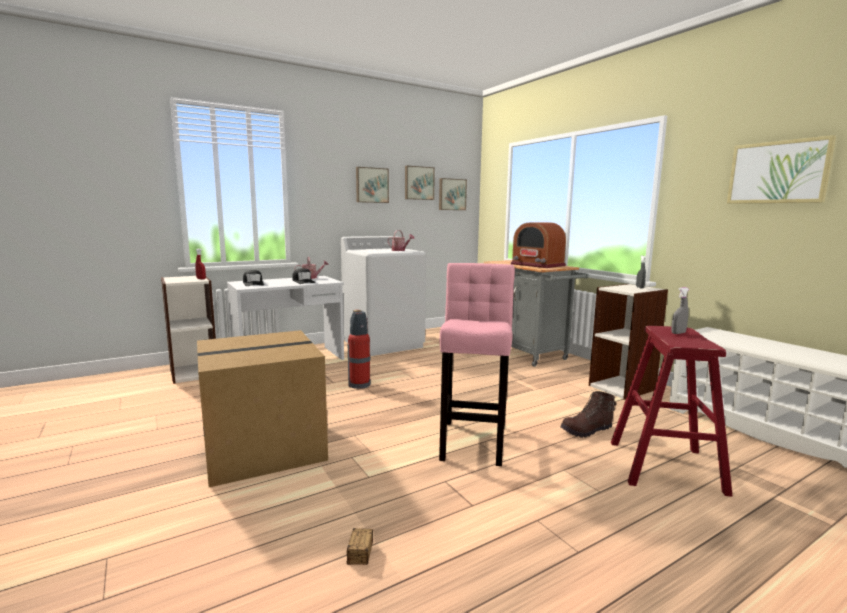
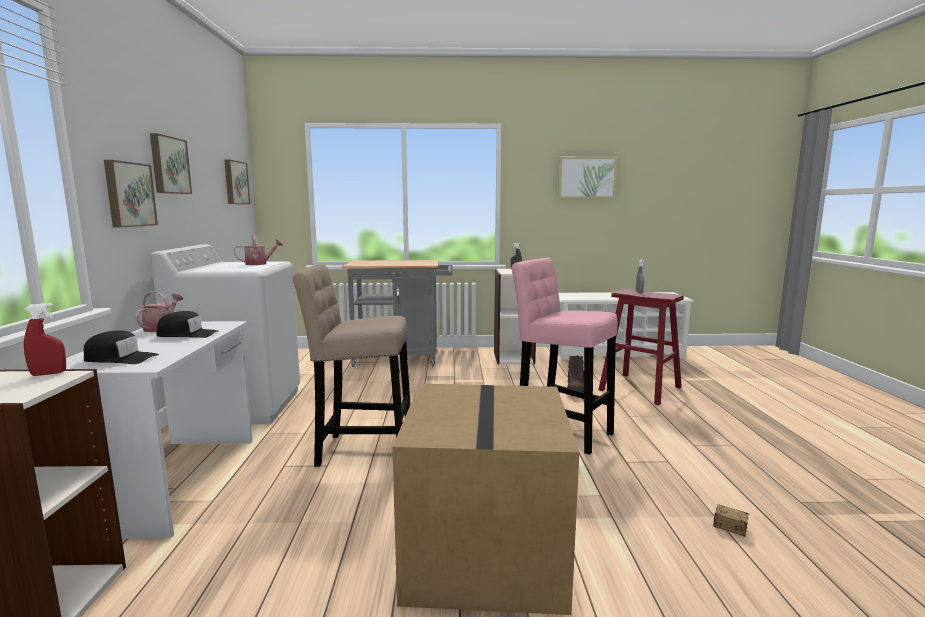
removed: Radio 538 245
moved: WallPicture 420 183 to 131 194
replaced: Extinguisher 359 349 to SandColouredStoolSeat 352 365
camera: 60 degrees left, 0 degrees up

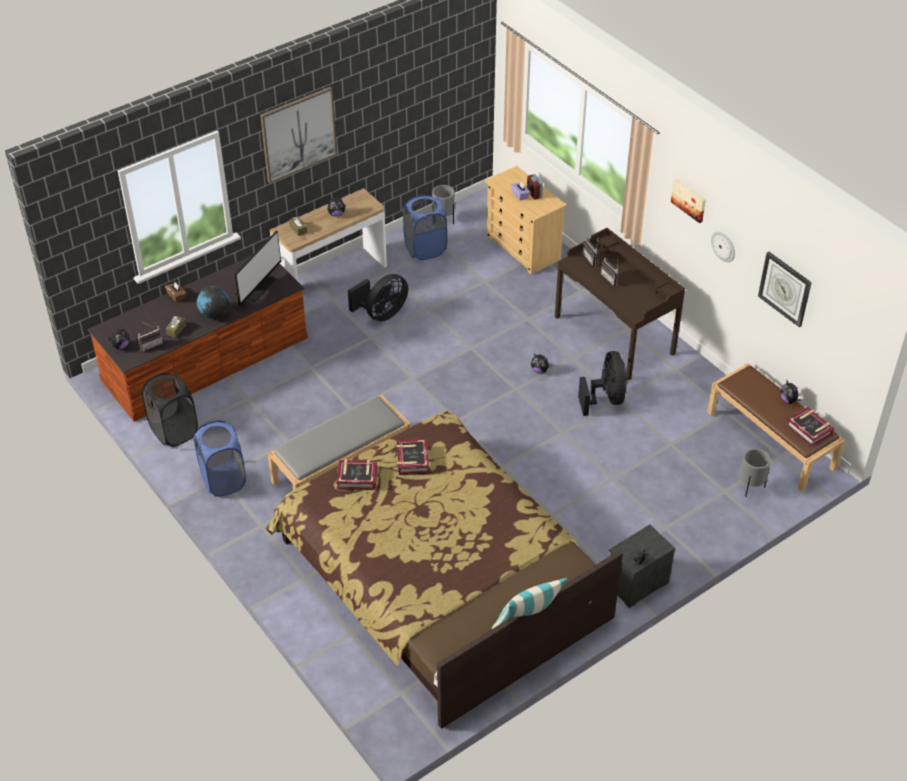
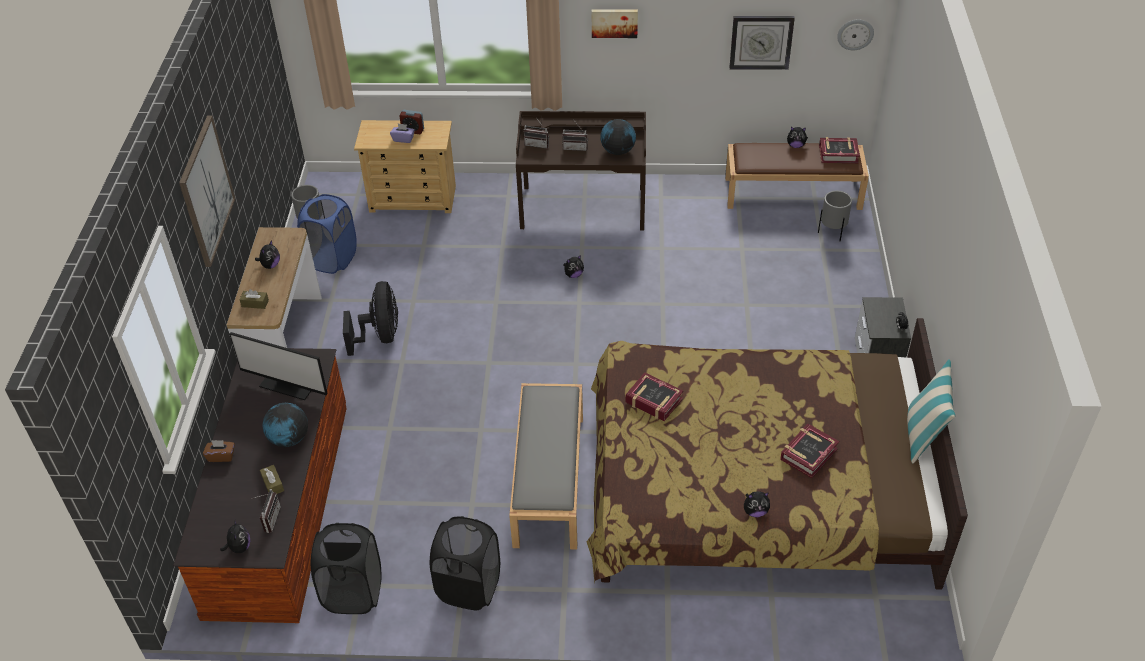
removed: BlackElectricFan 602 383
added: DeskGlobe 618 137; SoftToy 757 504
moved: Book 356 474 to 809 450; HangingClock 723 246 to 855 35
recoloured: BlueColouredHamper 220 458 to BlackHamper 465 563
turned: ComputerScreen 257 268 = 278 366 135 degrees clockwise
camera: 50 degrees left, 0 degrees up

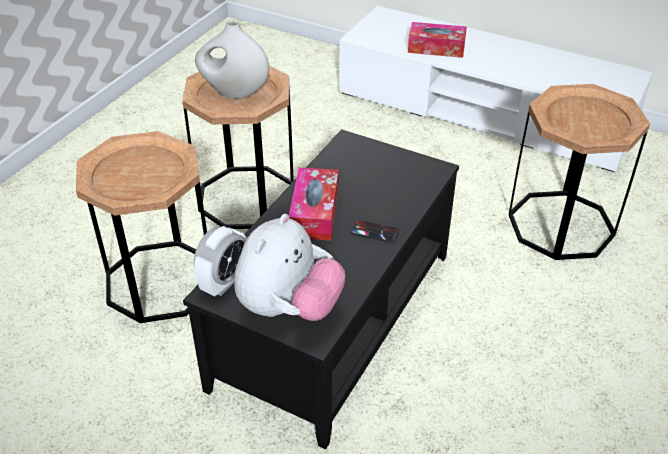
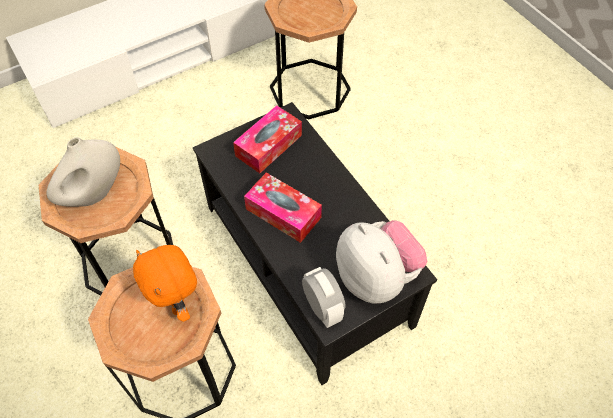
removed: Phone 375 231
added: OrangeColouredSoftToy 165 283
moved: BoxOfTissues 437 40 to 267 139
camera: 60 degrees left, 15 degrees up

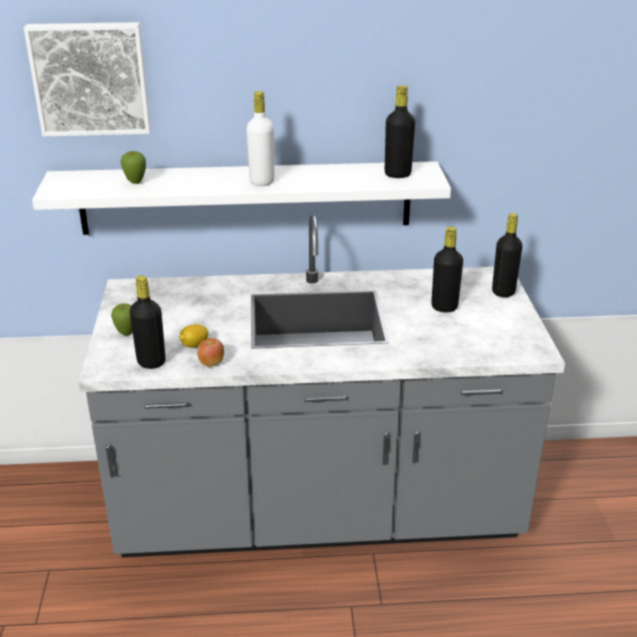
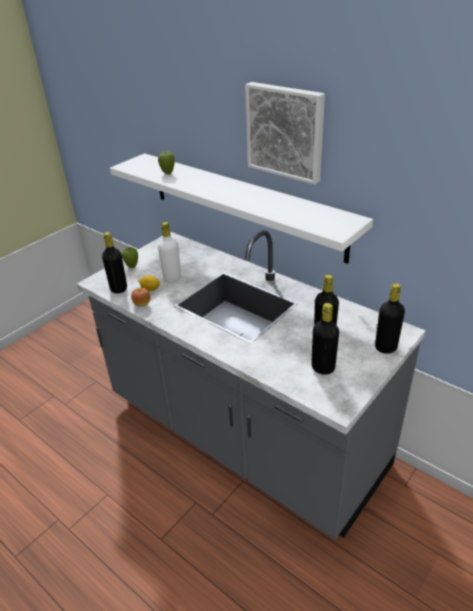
moved: WallPicture 87 79 to 285 133; WhitishBottle 260 138 to 169 252; BlackBottle 400 131 to 325 339
camera: 45 degrees right, 5 degrees up

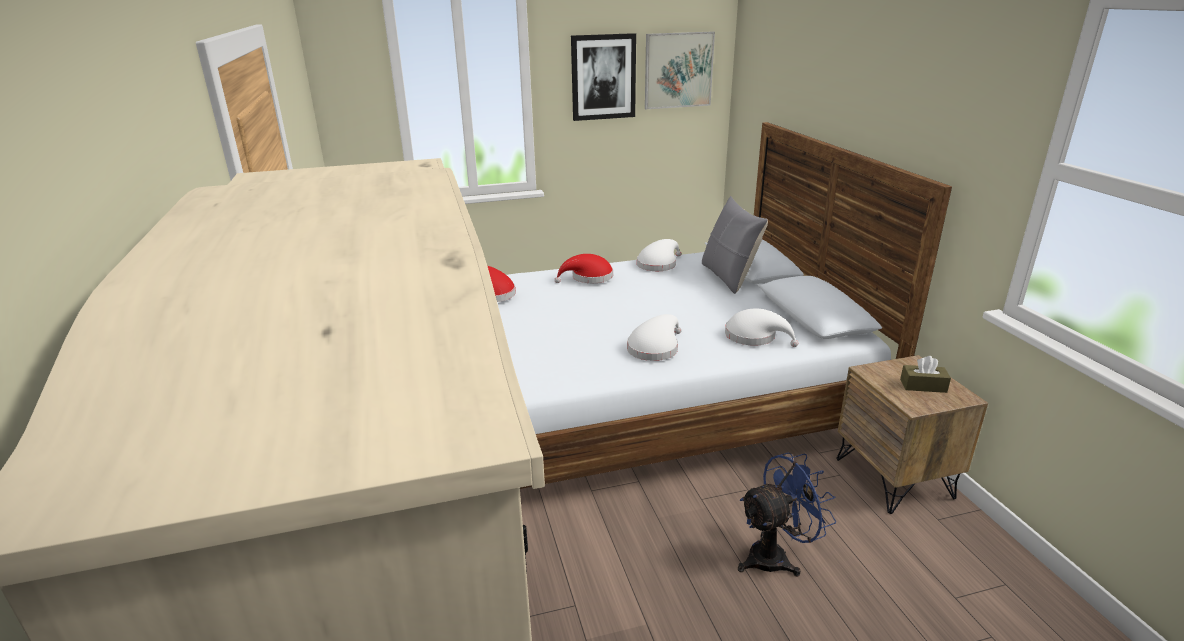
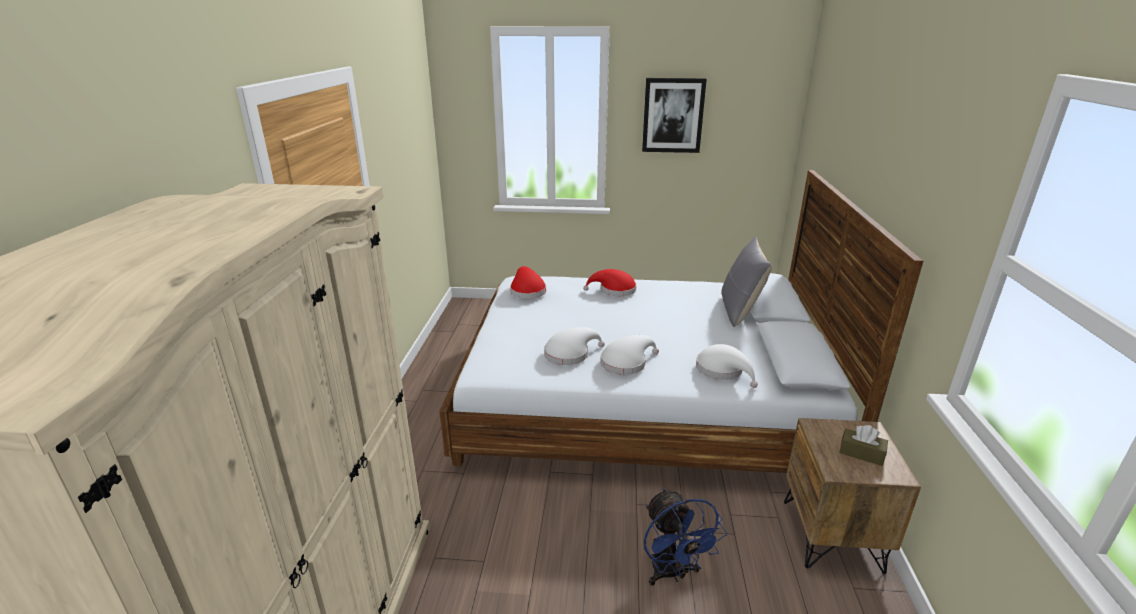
removed: WallPicture 680 70
moved: WhitishClothingHat 659 255 to 574 346
turned: BlueColouredElectricFan 787 514 = 685 536 75 degrees clockwise
camera: 20 degrees right, 0 degrees up

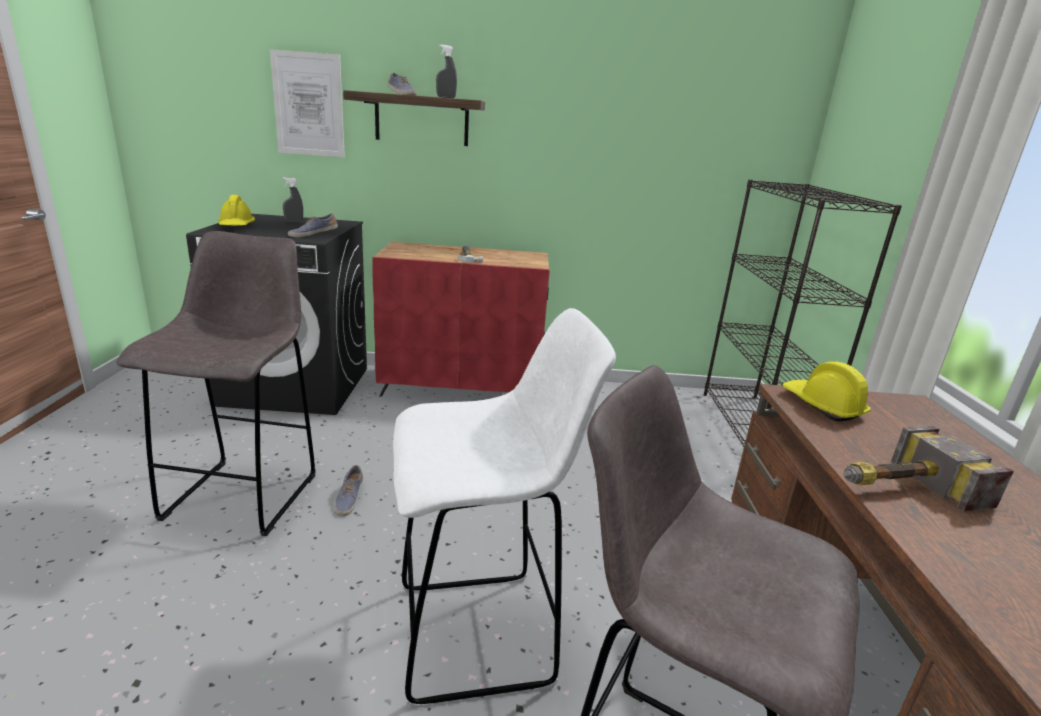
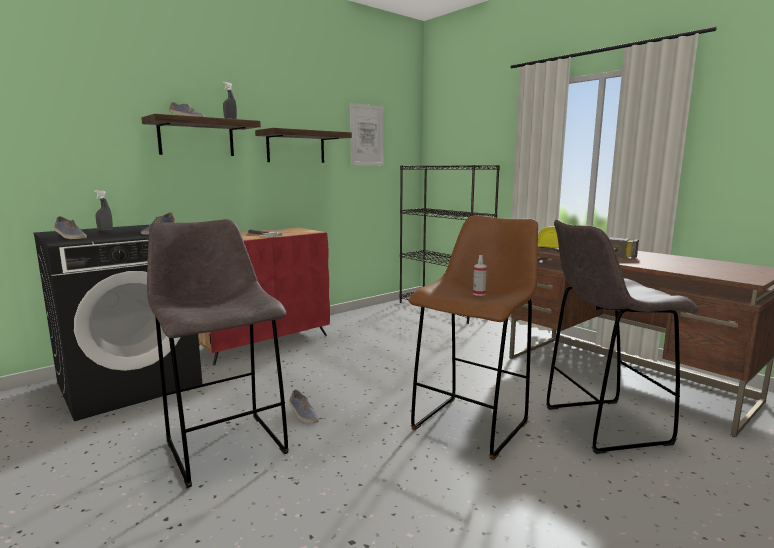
added: Shelf 303 145; Sprayer 480 275
moved: WallPicture 307 103 to 367 134
replaced: YellowishWorkHelmet 236 210 to LowShoe 70 227
recoloured: WhitishStoolSeat 504 508 to BrownishStoolSeat 473 337
camera: 40 degrees left, 10 degrees down

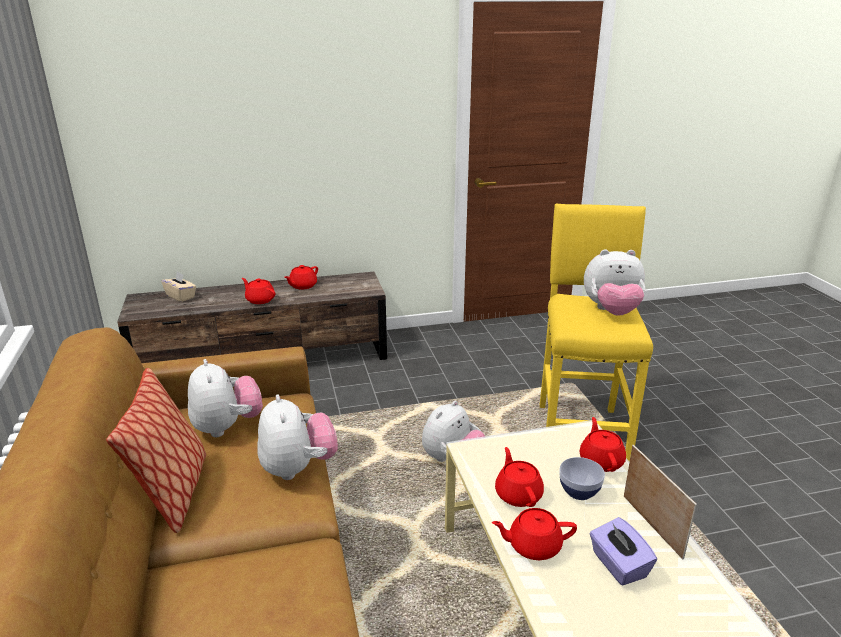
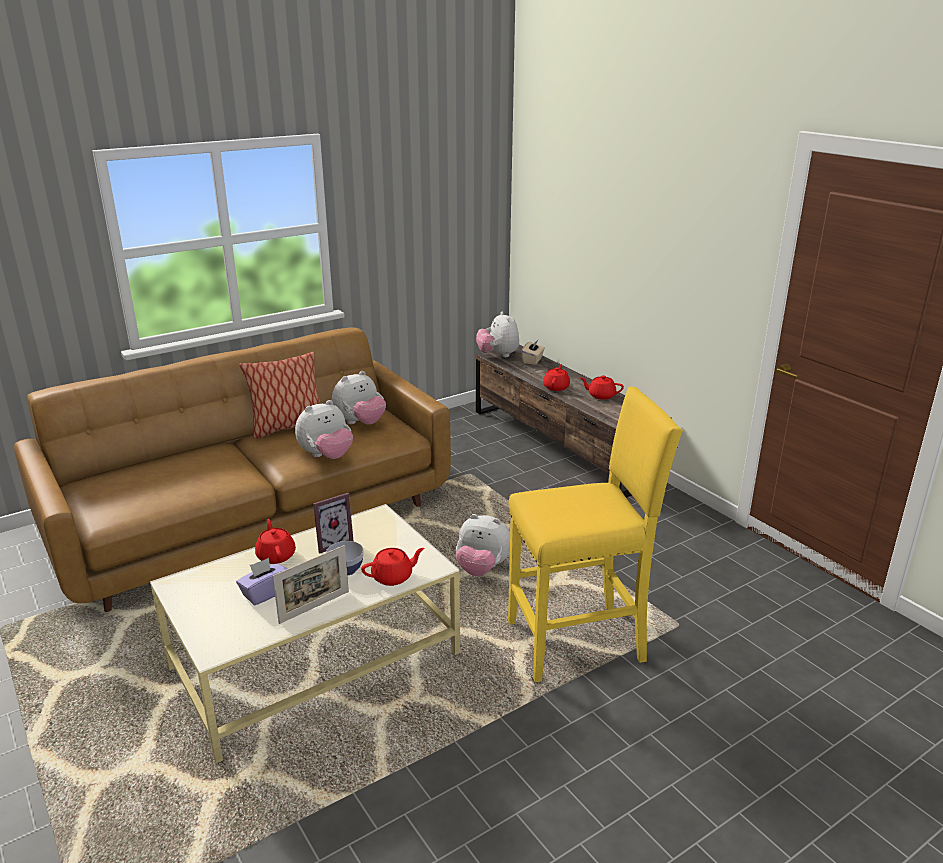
moved: SoftToy 615 282 to 497 334
replaced: RedColouredTeaPot 519 477 to PictureFrame 333 523
camera: 70 degrees right, 0 degrees up

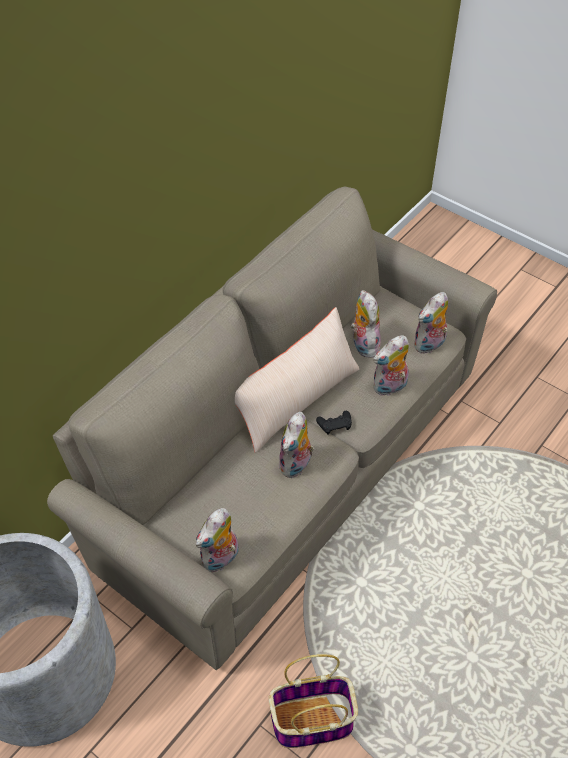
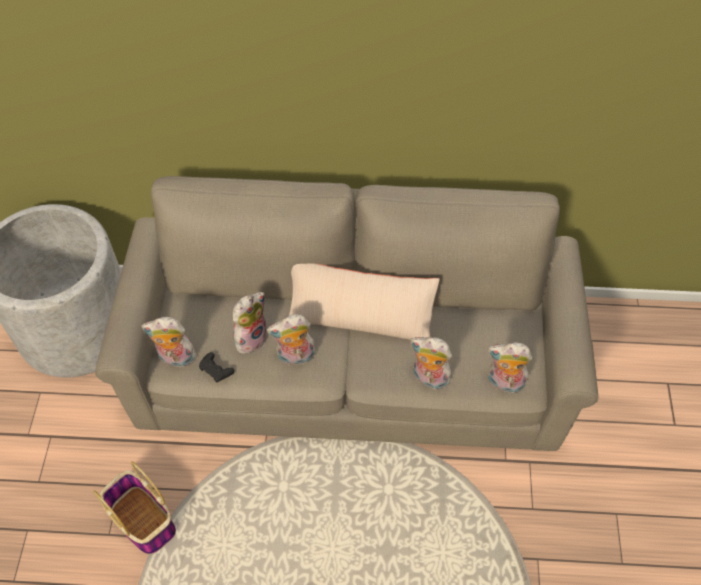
moved: BlackGameController 334 423 to 217 367; SoftToy 365 324 to 250 324
camera: 55 degrees right, 5 degrees up

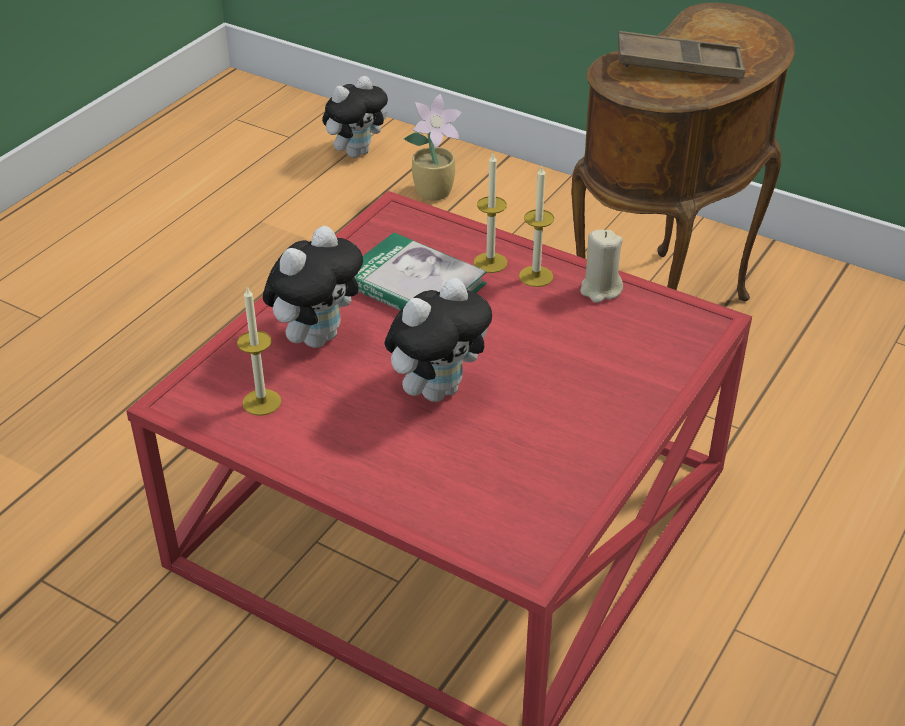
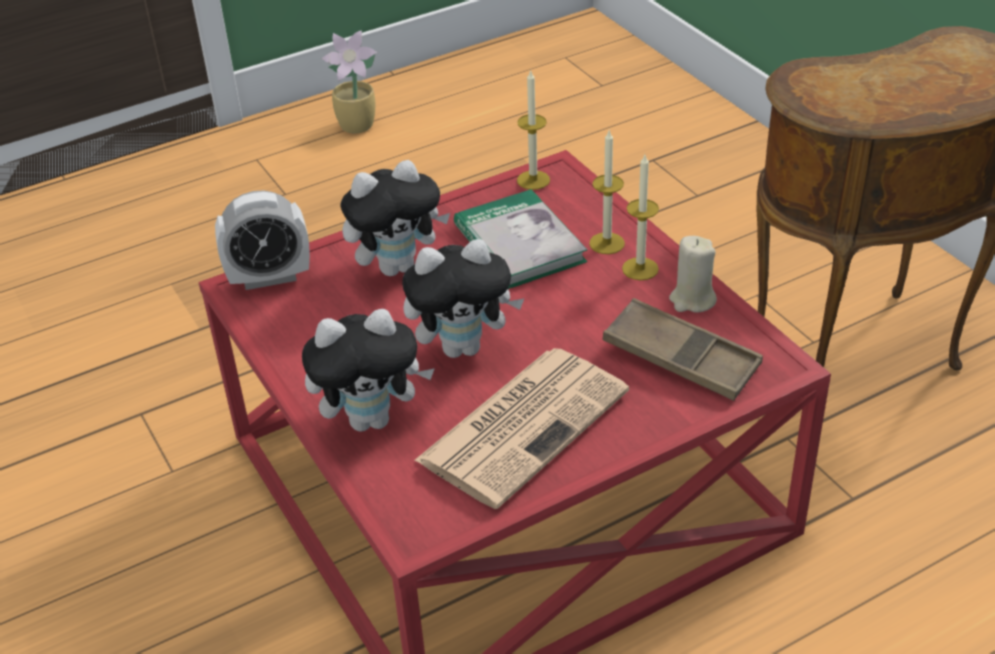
added: BedsideClock 262 240; Newspaper 521 428
moved: WaxCandle 259 351 to 533 129; SoftToy 355 117 to 368 370; Houseplant 432 147 to 349 81; BrownishTray 681 55 to 682 349
camera: 30 degrees right, 0 degrees up

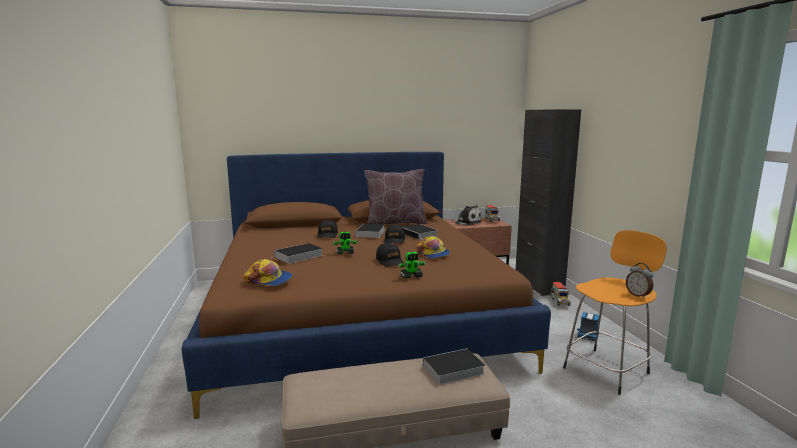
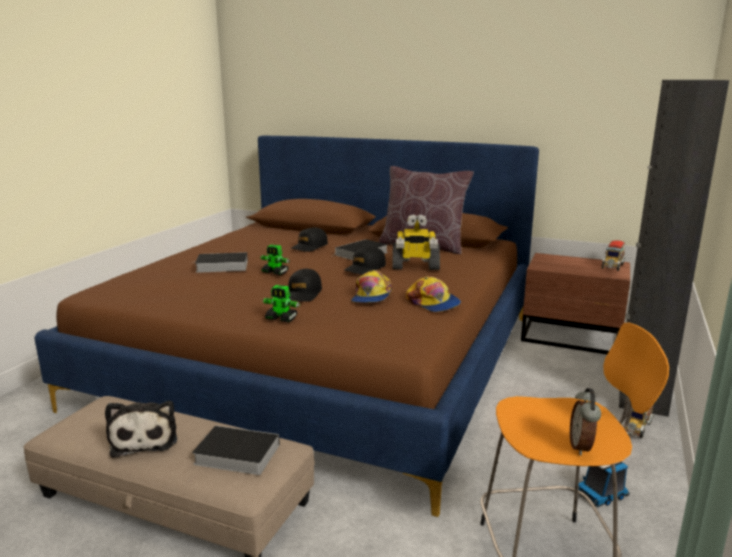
moved: BaseballCap 268 272 to 433 294; SoftToy 466 215 to 141 429
replaced: Book 419 232 to RobotFigure 416 242
camera: 35 degrees right, 5 degrees up

